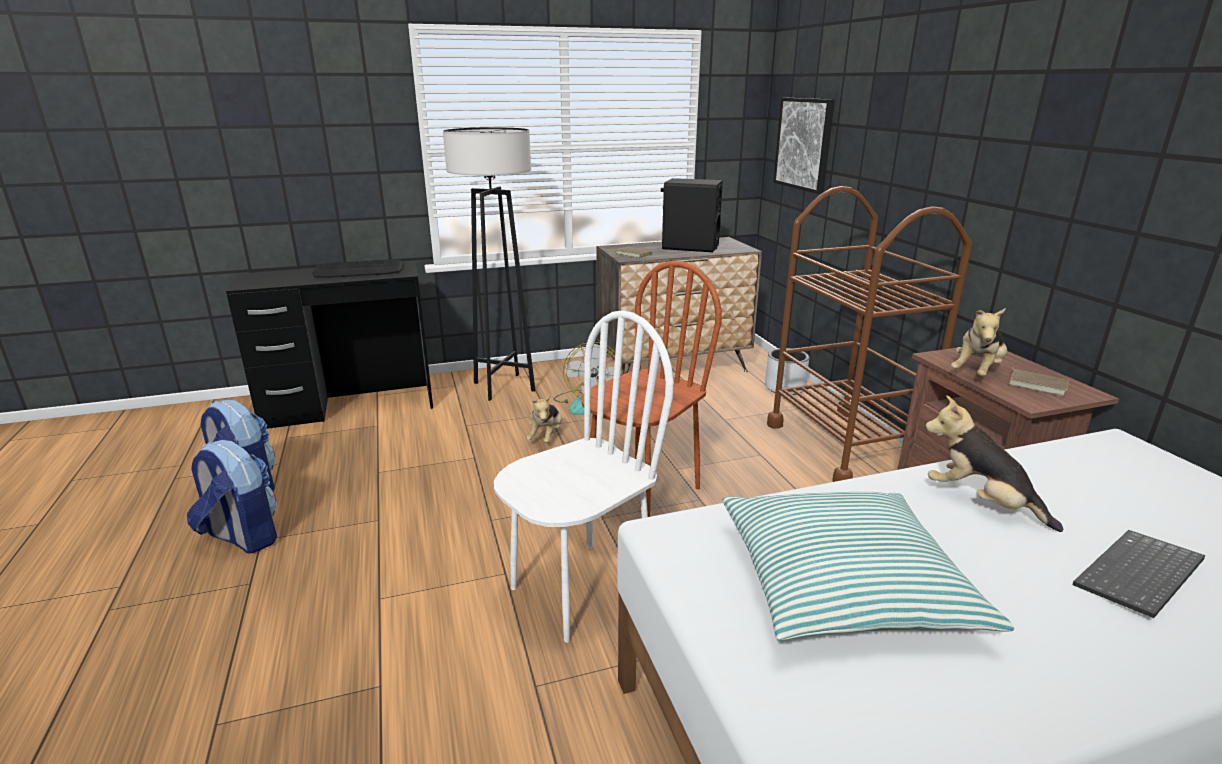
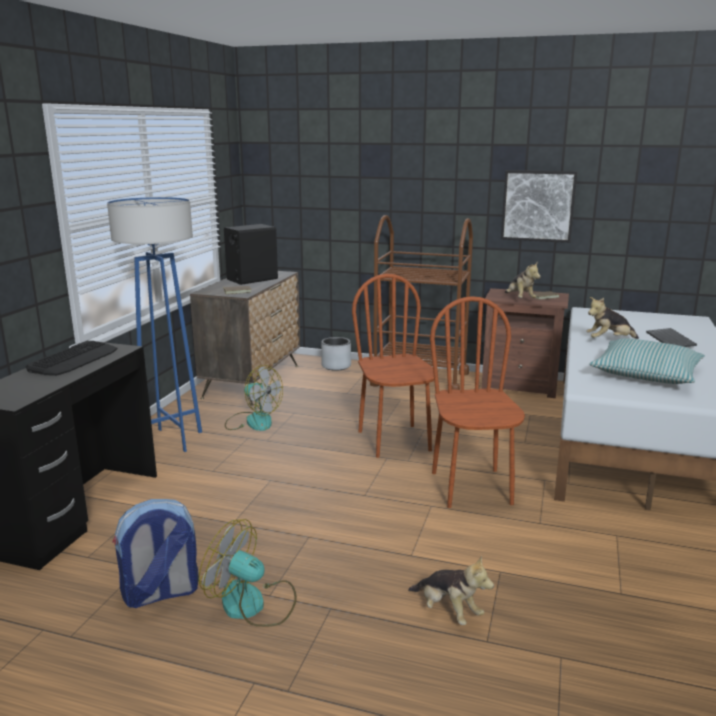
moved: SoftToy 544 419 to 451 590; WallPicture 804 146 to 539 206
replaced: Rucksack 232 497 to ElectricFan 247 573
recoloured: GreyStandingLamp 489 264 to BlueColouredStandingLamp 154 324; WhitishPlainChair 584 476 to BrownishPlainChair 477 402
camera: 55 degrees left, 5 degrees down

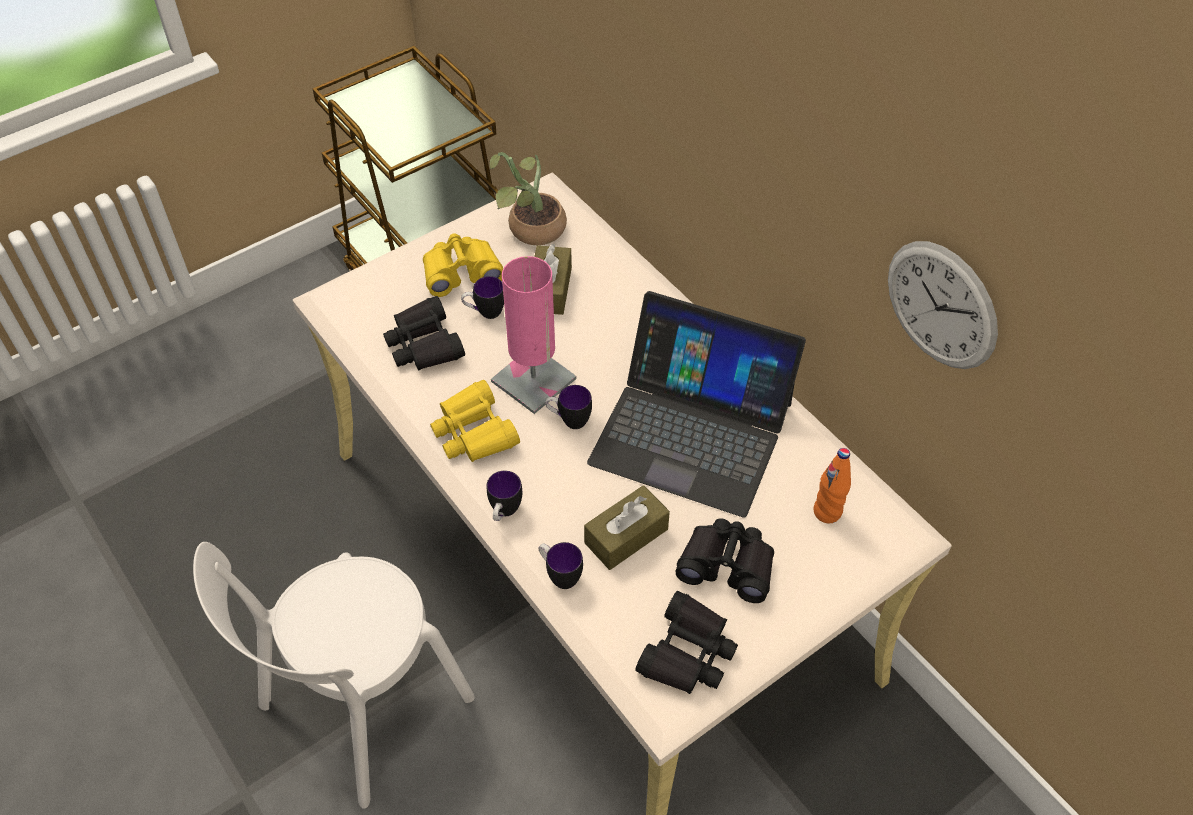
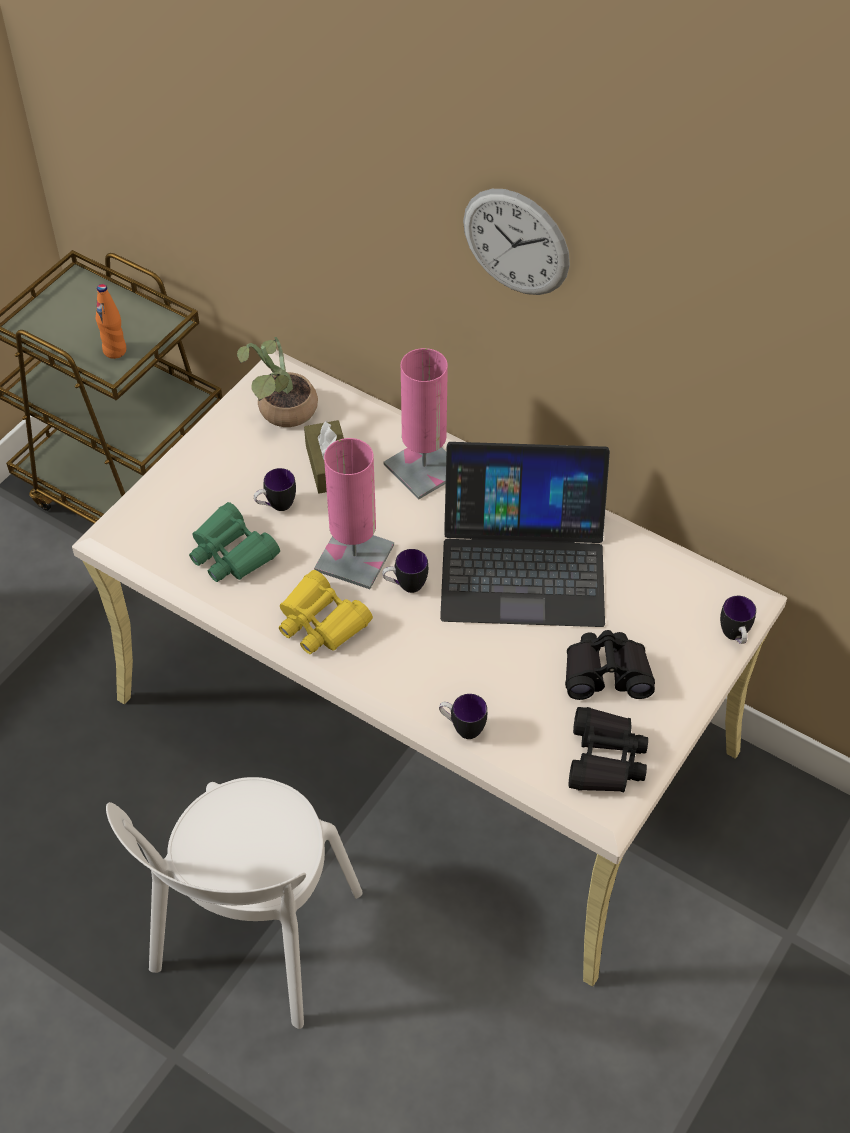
removed: YellowishPairOfBinoculars 463 265; BrownishBoxOfTissues 627 527
added: PinkTableLamp 416 423
moved: TeaMug 504 496 to 738 620; OrangeColouredBottle 832 485 to 111 321; HangingClock 943 305 to 516 242
recoloured: BlackPairOfBinoculars 424 333 to GreenishPairOfBinoculars 234 542
camera: 20 degrees left, 0 degrees up

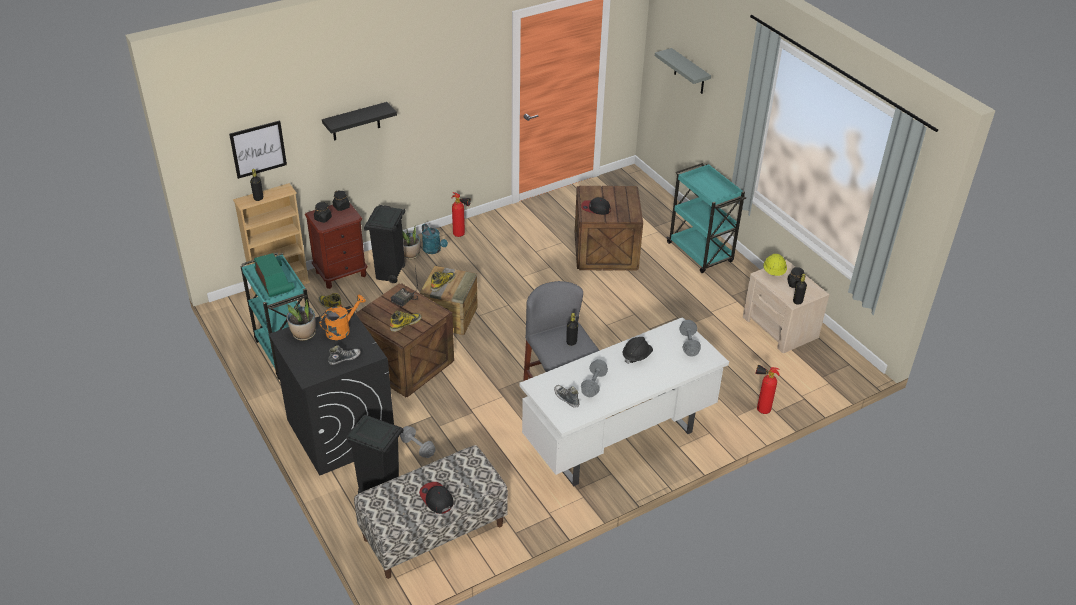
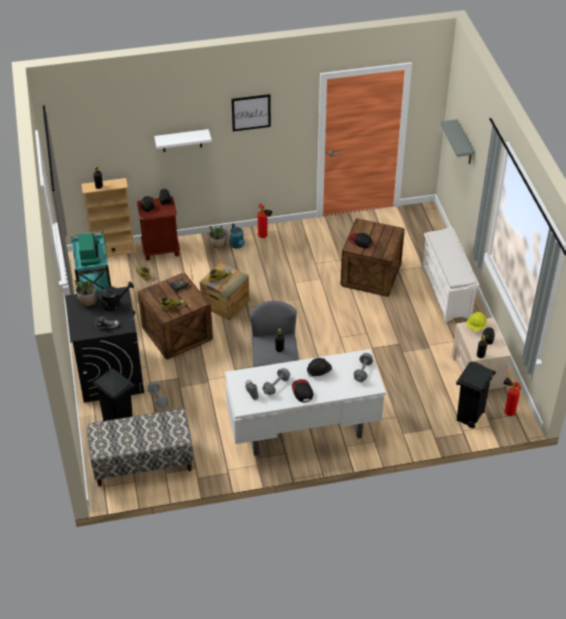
moved: WallPicture 258 149 to 251 112; BlackWasteBin 384 244 to 476 395; BaseballCap 436 498 to 302 390; Extinguisher 768 389 to 512 396
replaced: TurquoiseColouredTrolley 706 218 to WhitishShoeRack 450 275
recoloured: OrangeColouredWateringCan 342 317 to BlackWateringCan 115 296; BlackShelf 359 121 to WhitishShelf 183 140
camera: 20 degrees right, 5 degrees up

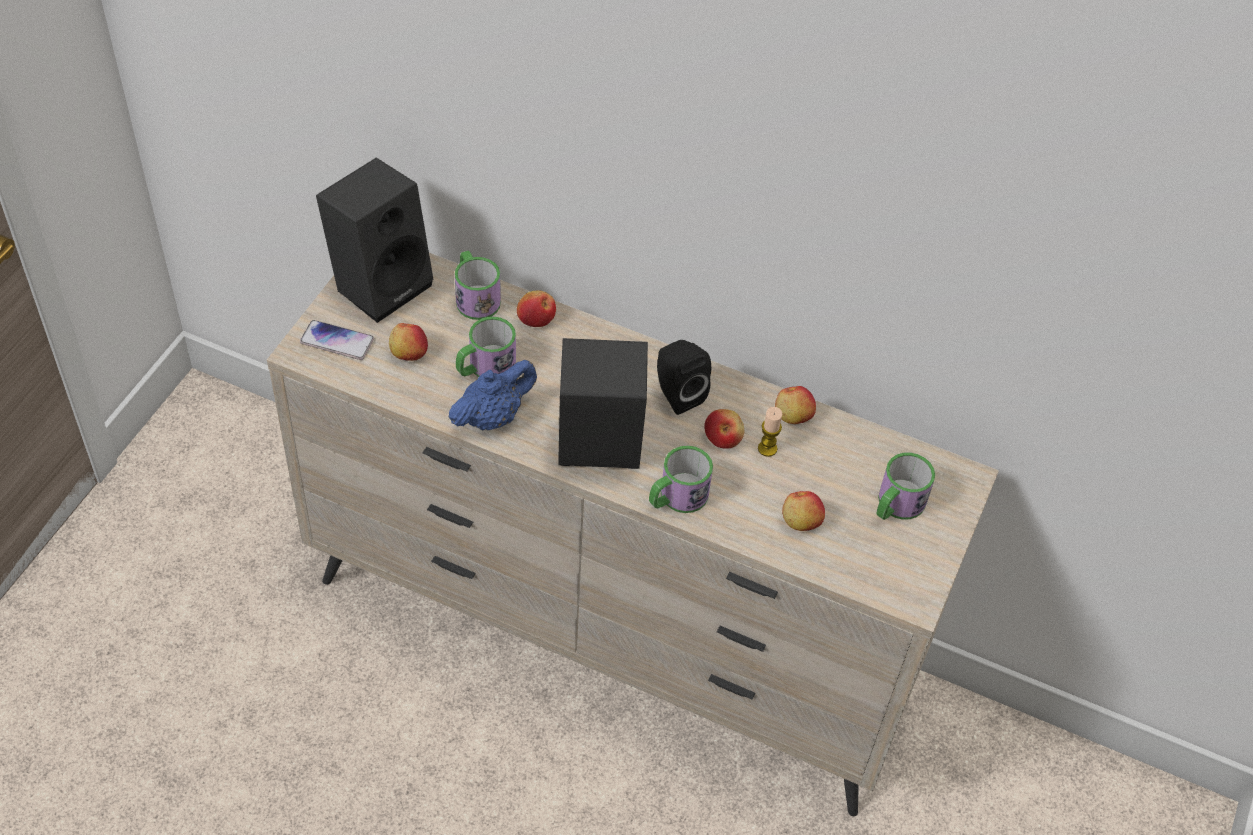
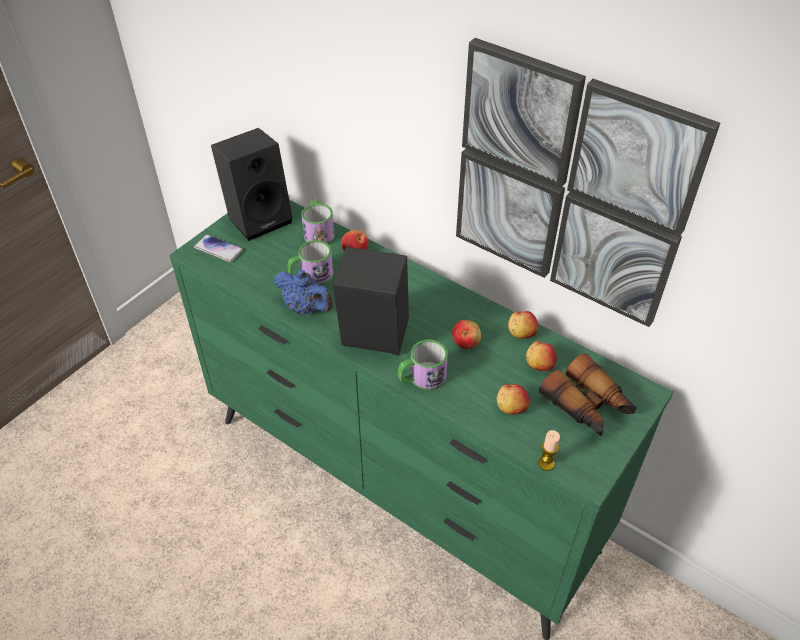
removed: BlackAudioSpeaker 684 377
added: WallPicture 588 182
moved: AppleFruit 408 342 to 541 356; WaxCandle 770 432 to 549 450
replaced: TeaMug 906 486 to PairOfBinoculars 587 394
recoloured: SandColouredChestOfDrawers 633 534 to GreenishChestOfDrawers 421 420
turned: BlueColouredTeaPot 493 395 = 303 291 60 degrees clockwise
camera: 15 degrees right, 5 degrees down

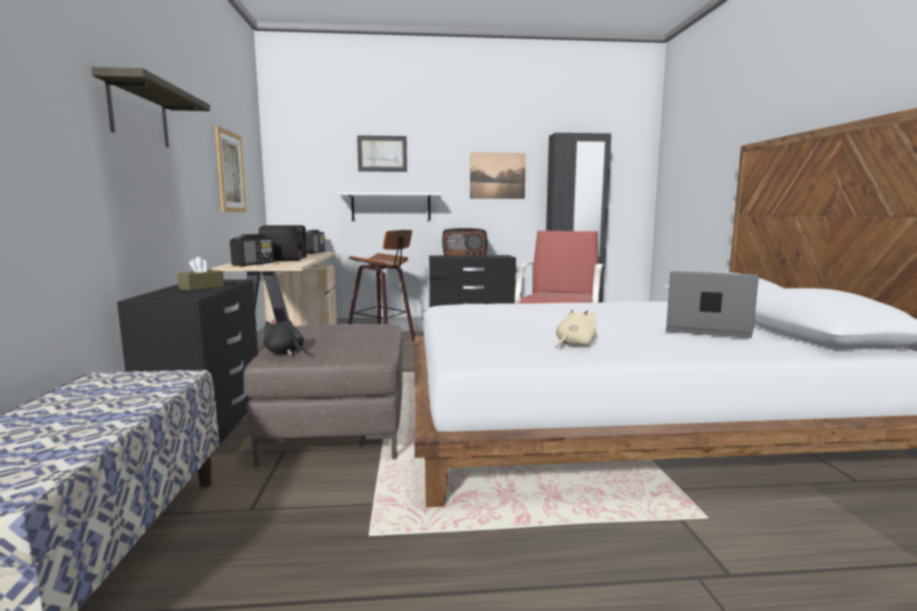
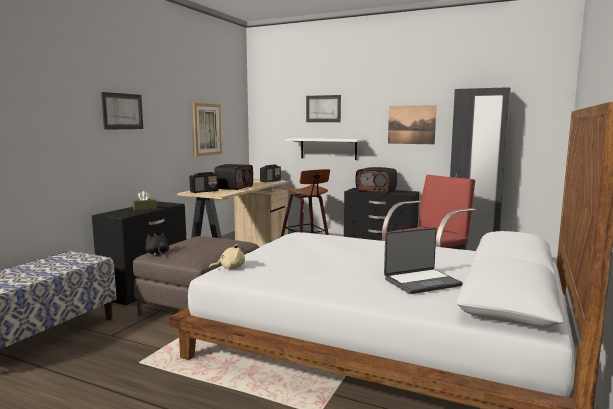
moved: SandColouredSoftToy 576 328 to 227 256
replaced: Shelf 150 107 to WallPicture 122 111
turned: NotebookComputer 712 304 = 423 261 105 degrees clockwise
camera: 30 degrees right, 0 degrees up

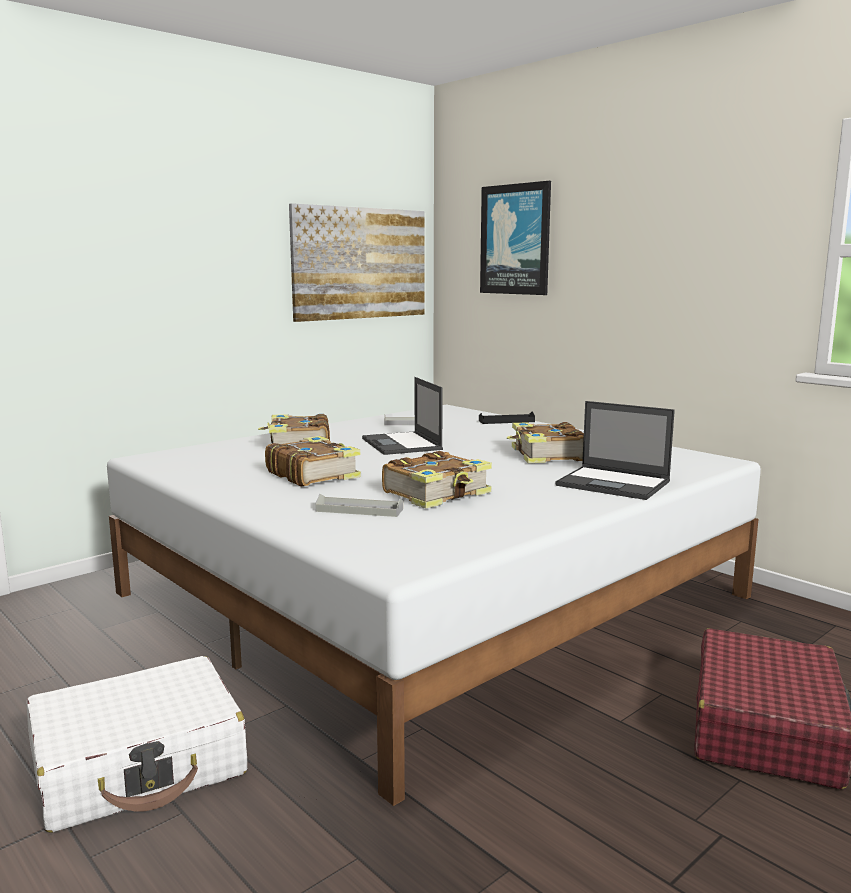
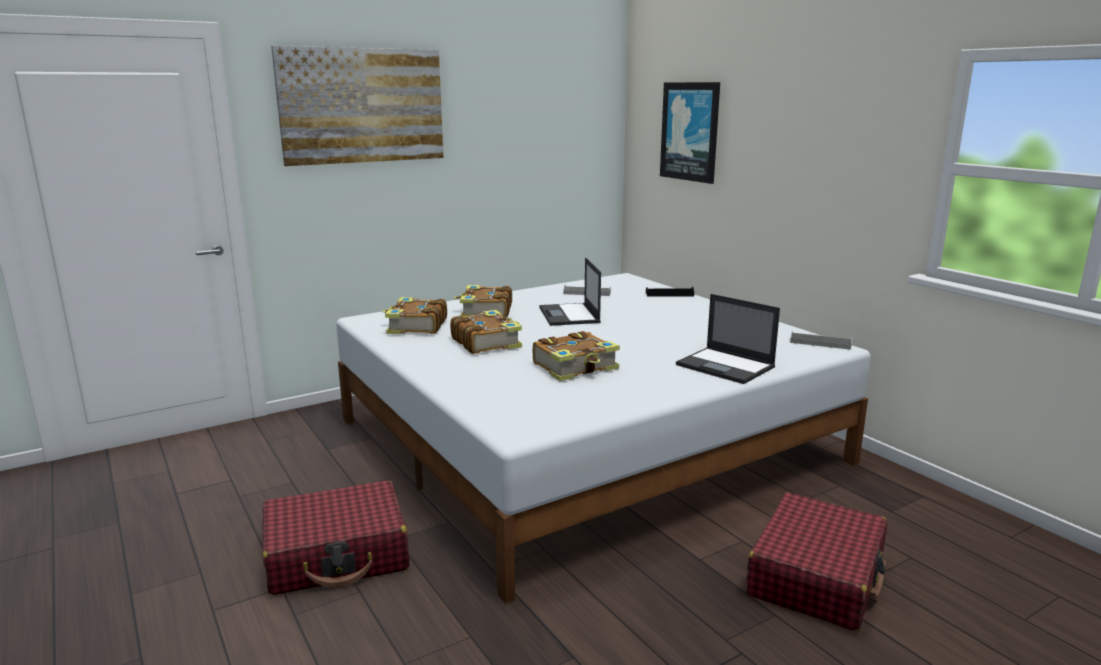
moved: WallPicture 357 262 to 357 106; GreyTray 359 505 to 821 340; Book 545 442 to 415 315
recoloured: WhitishTravelCase 137 744 to RedColouredTravelCase 336 538
camera: 10 degrees right, 5 degrees up

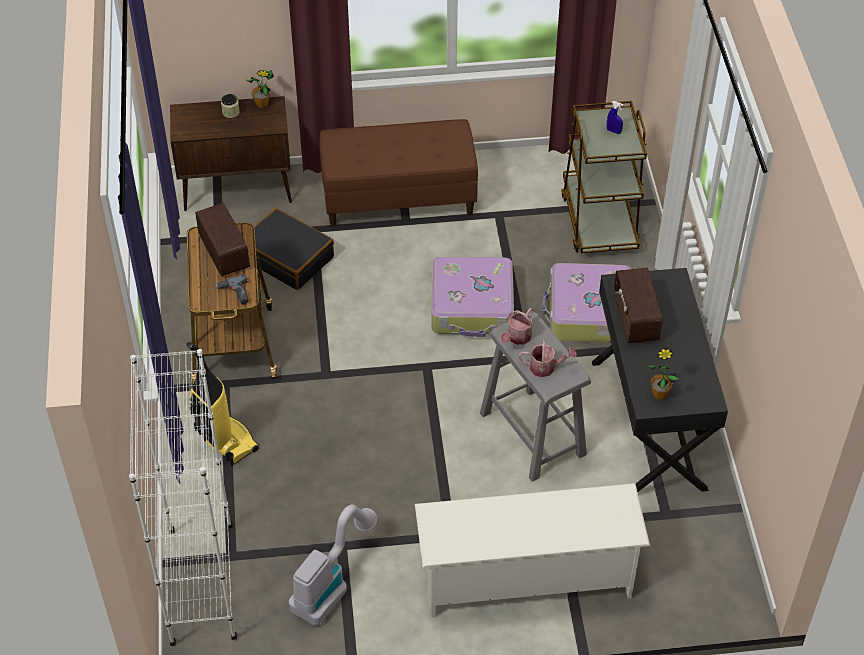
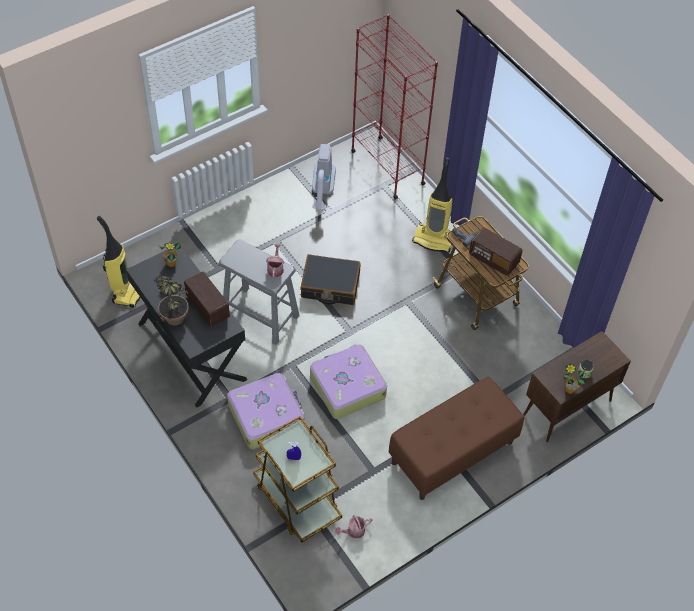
removed: WhitishShoeRack 532 550
added: VacuumCleaner 119 262; Houseplant 173 301
moved: BlackTravelCase 294 249 to 330 279; WateringCan 548 358 to 354 527
recoloured: WhitishBookshelf 183 497 to RedColouredBookshelf 394 107
camera: 150 degrees right, 5 degrees up

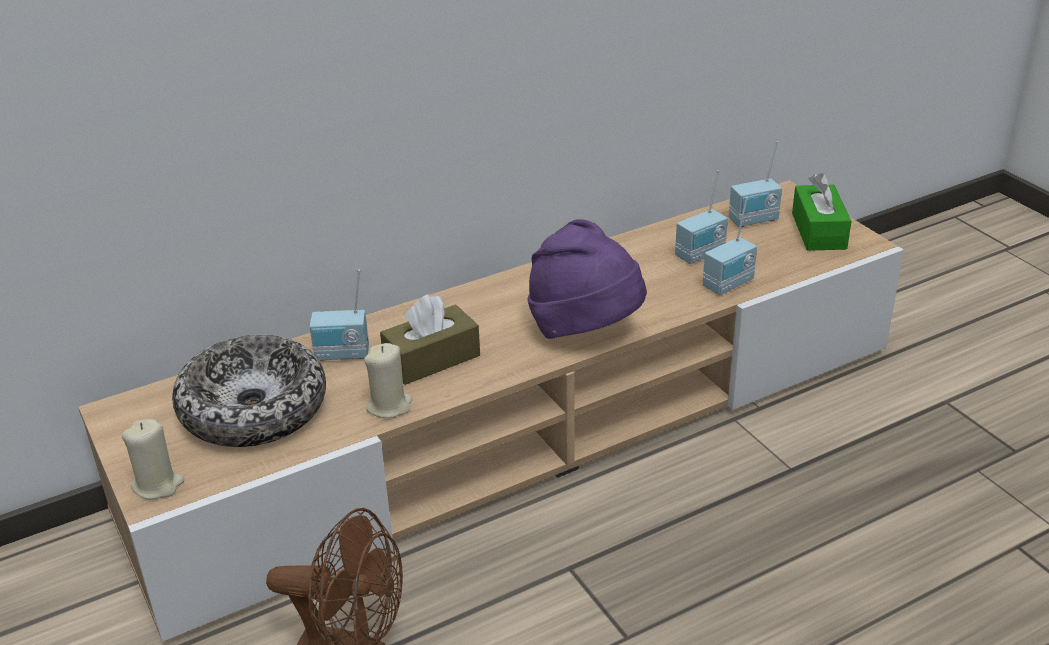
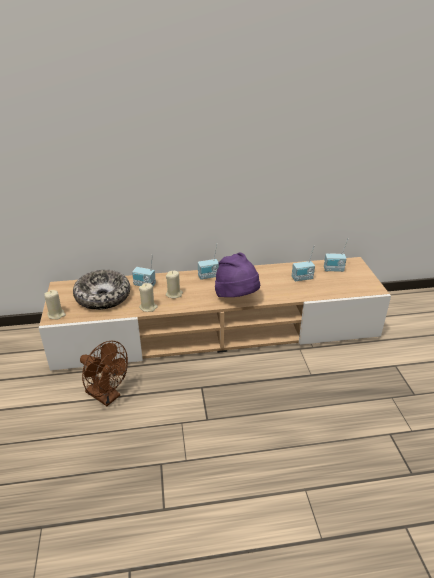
removed: GreenishBoxOfTissues 821 212
moved: Radio 730 246 to 208 261
replaced: BrownishBoxOfTissues 430 339 to SandColouredWaxCandle 174 284
camera: 20 degrees right, 0 degrees up

